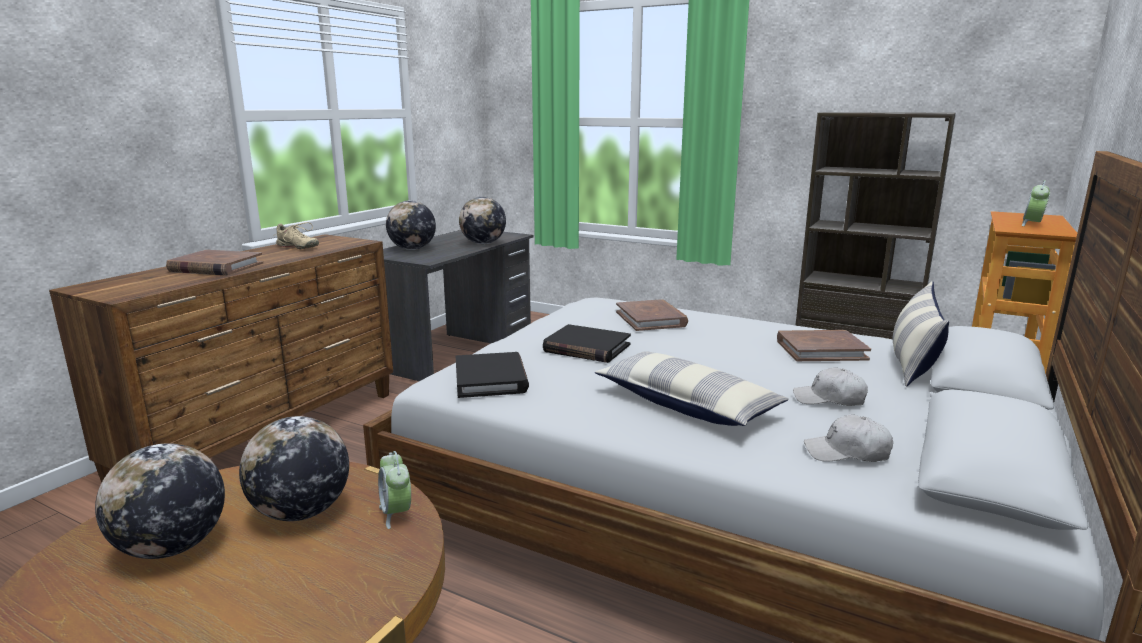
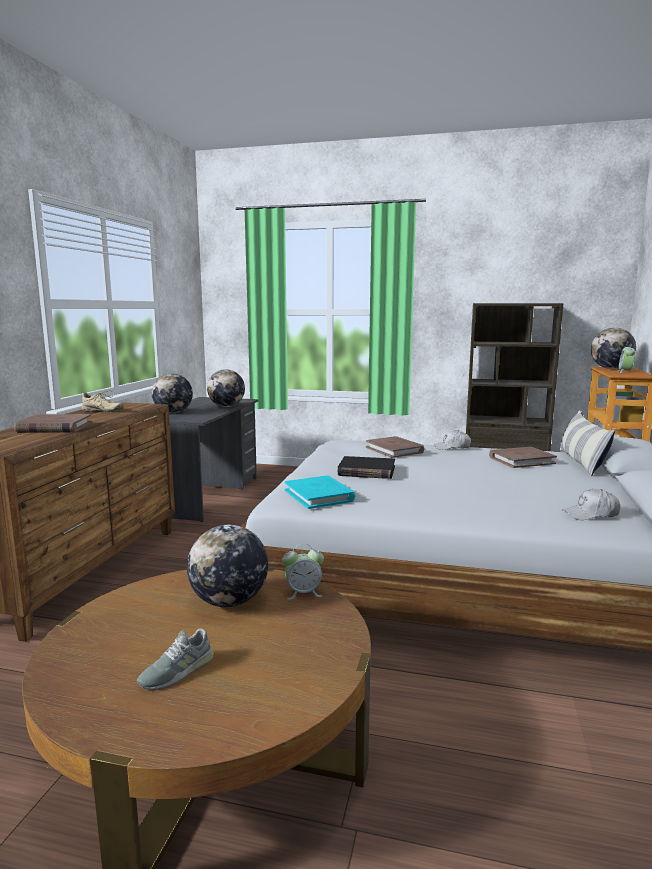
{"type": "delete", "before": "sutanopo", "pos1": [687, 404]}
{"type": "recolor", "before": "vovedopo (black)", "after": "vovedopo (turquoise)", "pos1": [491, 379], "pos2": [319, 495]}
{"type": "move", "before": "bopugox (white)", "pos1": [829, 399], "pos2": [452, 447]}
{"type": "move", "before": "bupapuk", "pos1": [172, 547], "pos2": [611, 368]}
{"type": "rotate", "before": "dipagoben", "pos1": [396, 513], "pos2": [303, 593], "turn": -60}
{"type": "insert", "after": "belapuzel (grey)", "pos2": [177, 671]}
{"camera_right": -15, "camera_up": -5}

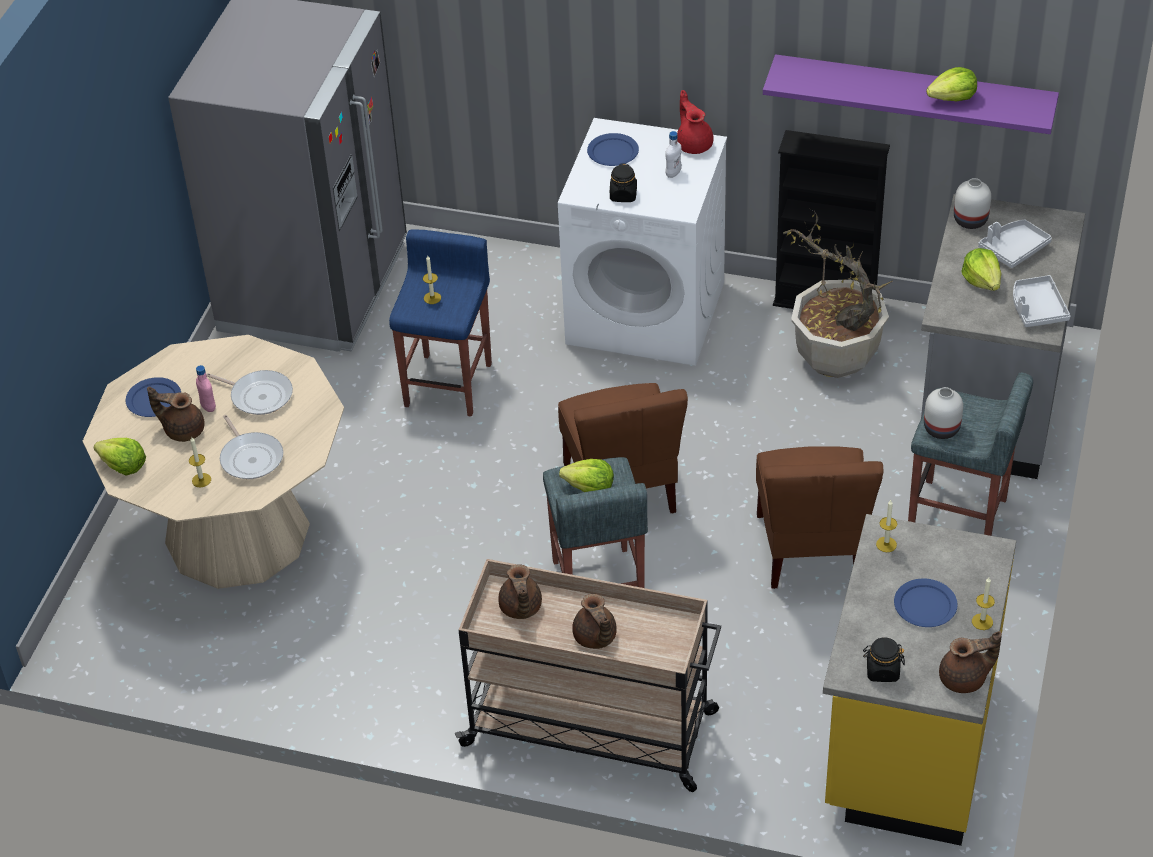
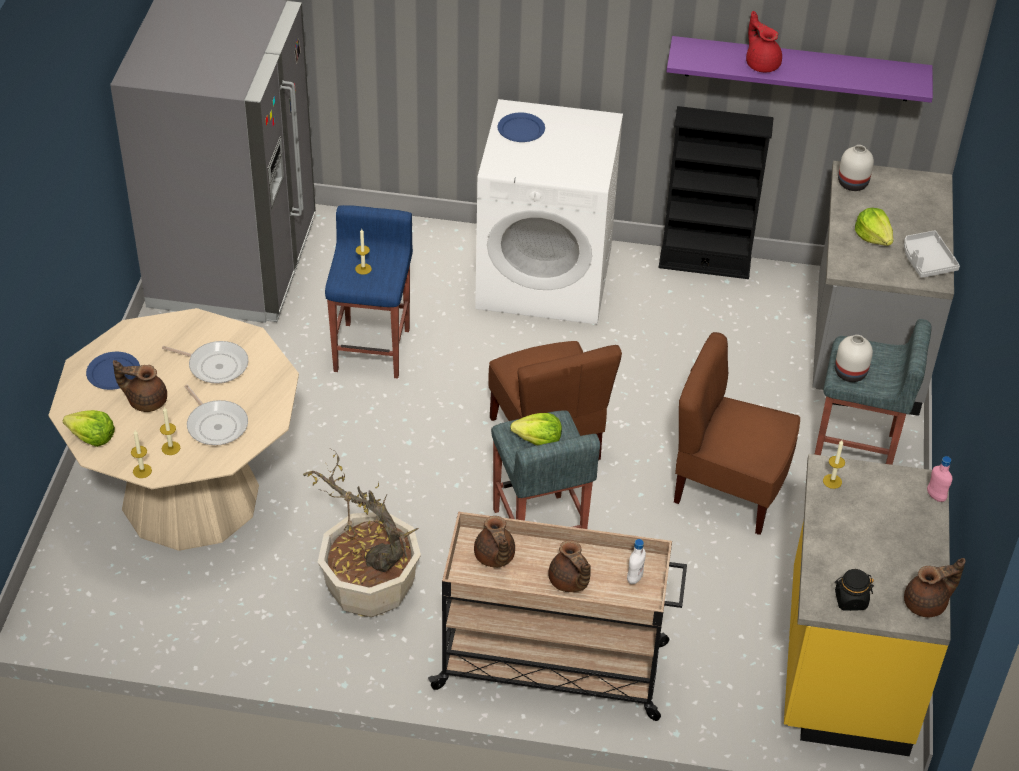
{"type": "delete", "before": "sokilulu", "pos1": [953, 98]}
{"type": "move", "before": "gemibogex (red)", "pos1": [694, 144], "pos2": [762, 63]}
{"type": "move", "before": "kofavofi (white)", "pos1": [673, 173], "pos2": [634, 578]}
{"type": "delete", "before": "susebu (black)", "pos1": [623, 195]}
{"type": "move", "before": "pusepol", "pos1": [836, 357], "pos2": [370, 592]}
{"type": "delete", "before": "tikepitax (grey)", "pos1": [1013, 249]}
{"type": "move", "before": "kofavofi (pink)", "pos1": [208, 407], "pos2": [935, 496]}
{"type": "rotate", "before": "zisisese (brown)", "pos1": [811, 550], "pos2": [728, 488], "turn": 120}
{"type": "move", "before": "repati", "pos1": [982, 621], "pos2": [142, 471]}
{"type": "delete", "before": "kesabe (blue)", "pos1": [925, 606]}
{"camera_right": -10, "camera_up": 0}

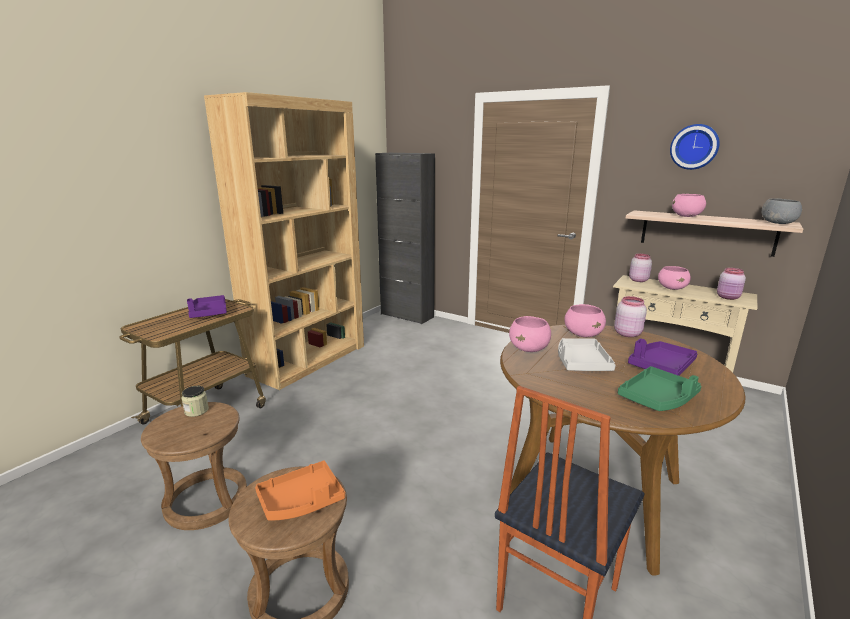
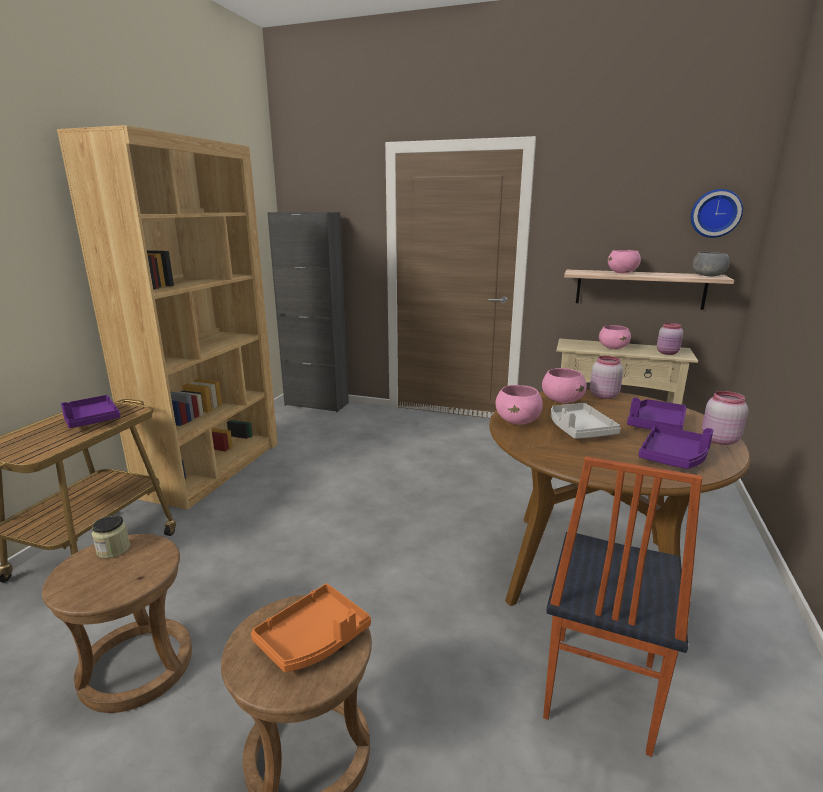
{"type": "move", "before": "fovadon", "pos1": [694, 147], "pos2": [715, 213]}
{"type": "move", "before": "susebu (pink)", "pos1": [638, 280], "pos2": [718, 440]}
{"type": "recolor", "before": "tikepitax (green)", "after": "tikepitax (purple)", "pos1": [658, 398], "pos2": [674, 457]}
{"camera_right": -15, "camera_up": 0}

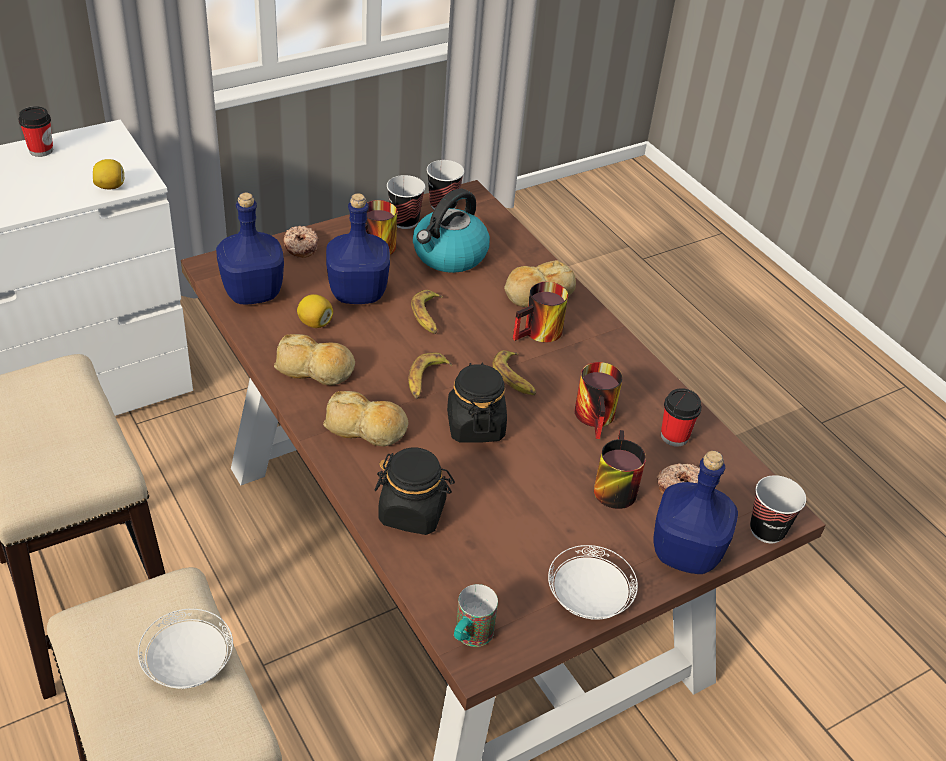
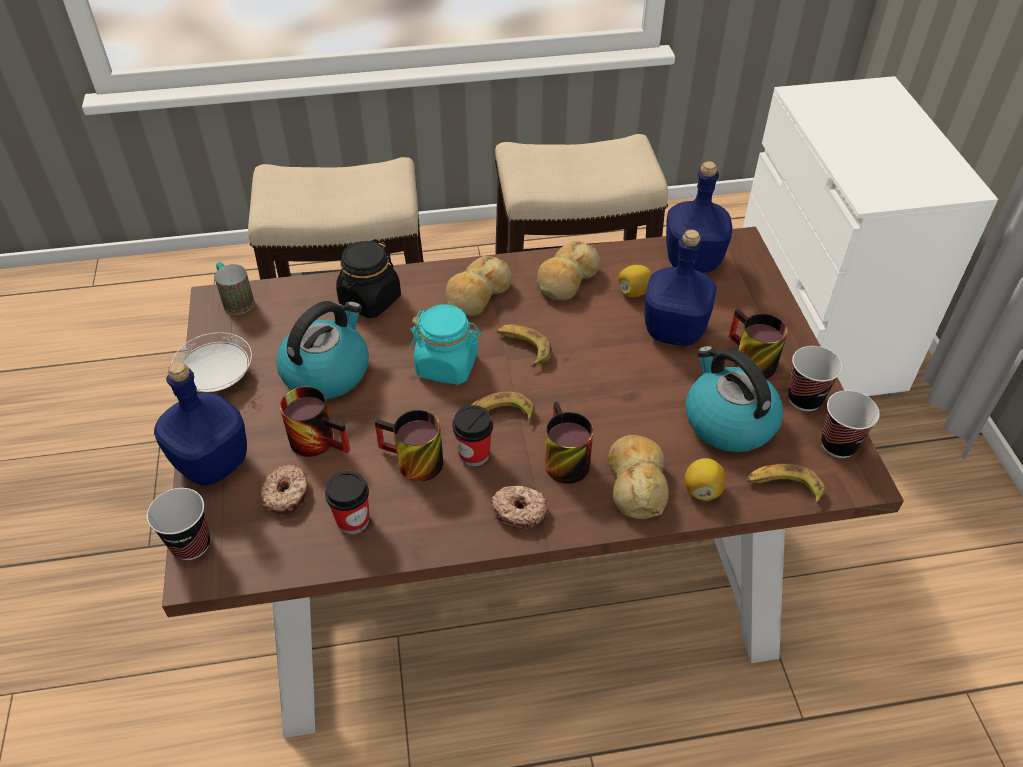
{"type": "move", "before": "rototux", "pos1": [41, 150], "pos2": [474, 454]}
{"type": "move", "before": "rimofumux", "pos1": [110, 186], "pos2": [702, 490]}
{"type": "move", "before": "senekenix", "pos1": [300, 247], "pos2": [519, 511]}
{"type": "move", "before": "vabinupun", "pos1": [428, 316], "pos2": [784, 487]}
{"type": "recolor", "before": "susebu (black)", "after": "susebu (turquoise)", "pos1": [475, 425], "pos2": [447, 365]}
{"type": "delete", "before": "kesabe (white)", "pos1": [188, 665]}
{"type": "insert", "after": "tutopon", "pos2": [327, 371]}
{"camera_right": 115, "camera_up": 5}

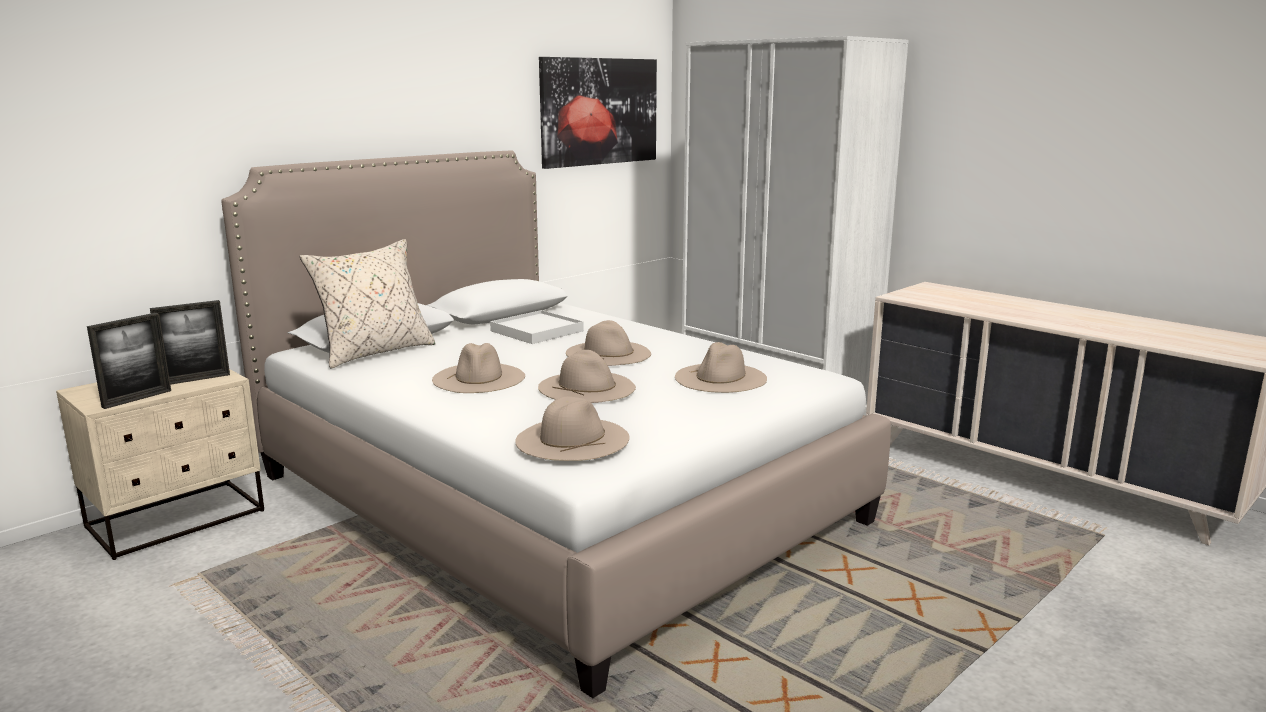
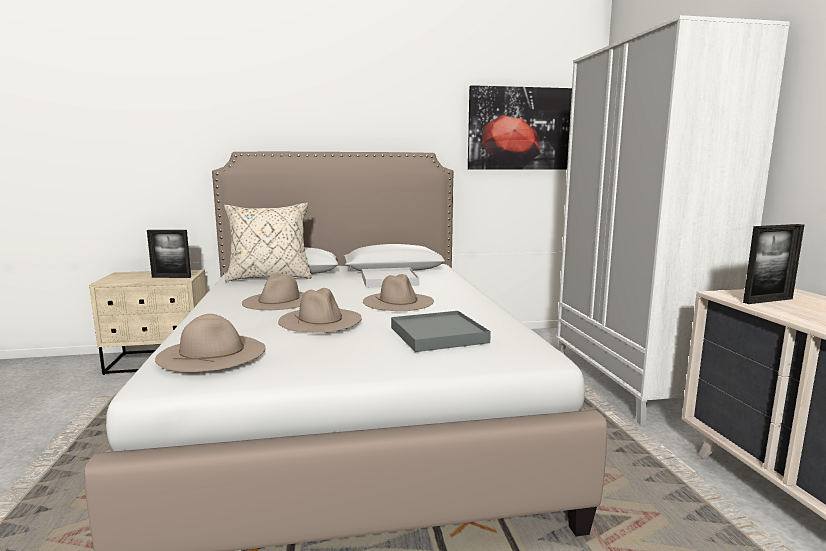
{"type": "move", "before": "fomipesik", "pos1": [137, 399], "pos2": [768, 300]}
{"type": "replace", "before": "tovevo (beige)", "after": "tikepitax (grey)", "pos1": [721, 377], "pos2": [438, 335]}
{"camera_right": 35, "camera_up": -5}

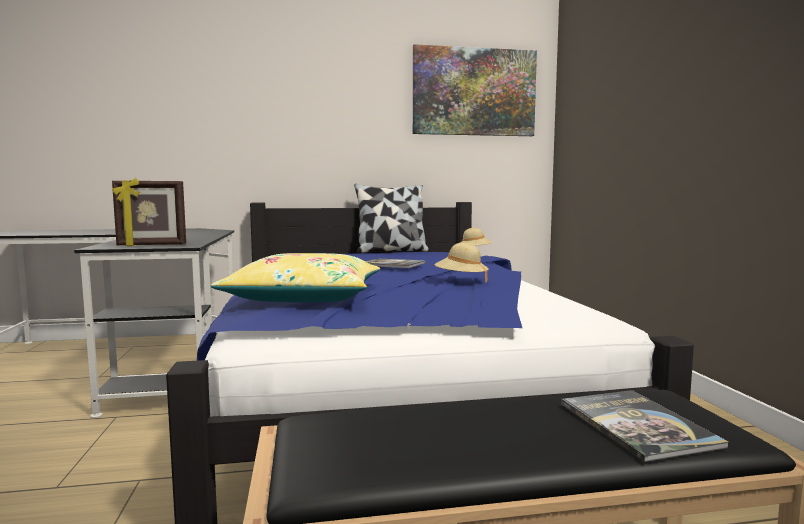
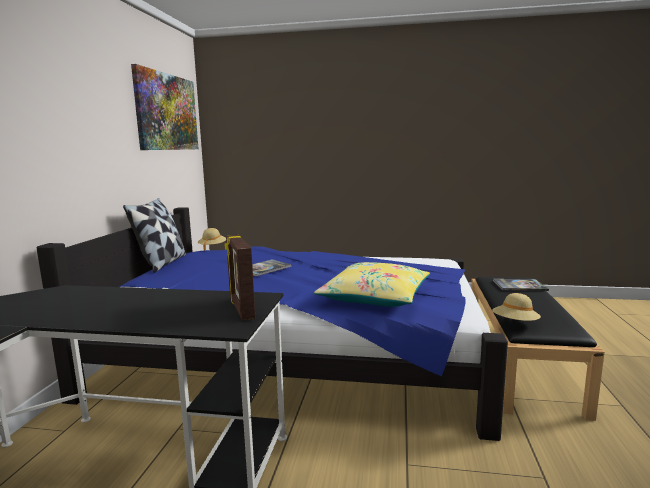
{"type": "rotate", "before": "fomipesik", "pos1": [151, 245], "pos2": [241, 309], "turn": 150}
{"type": "move", "before": "tovevo (beige)", "pos1": [461, 280], "pos2": [515, 324]}
{"camera_right": -70, "camera_up": 5}

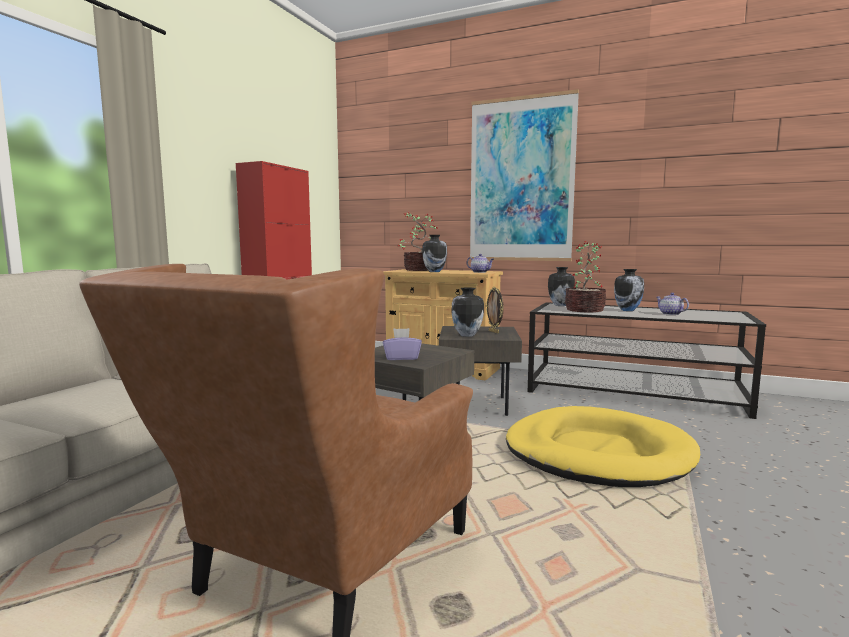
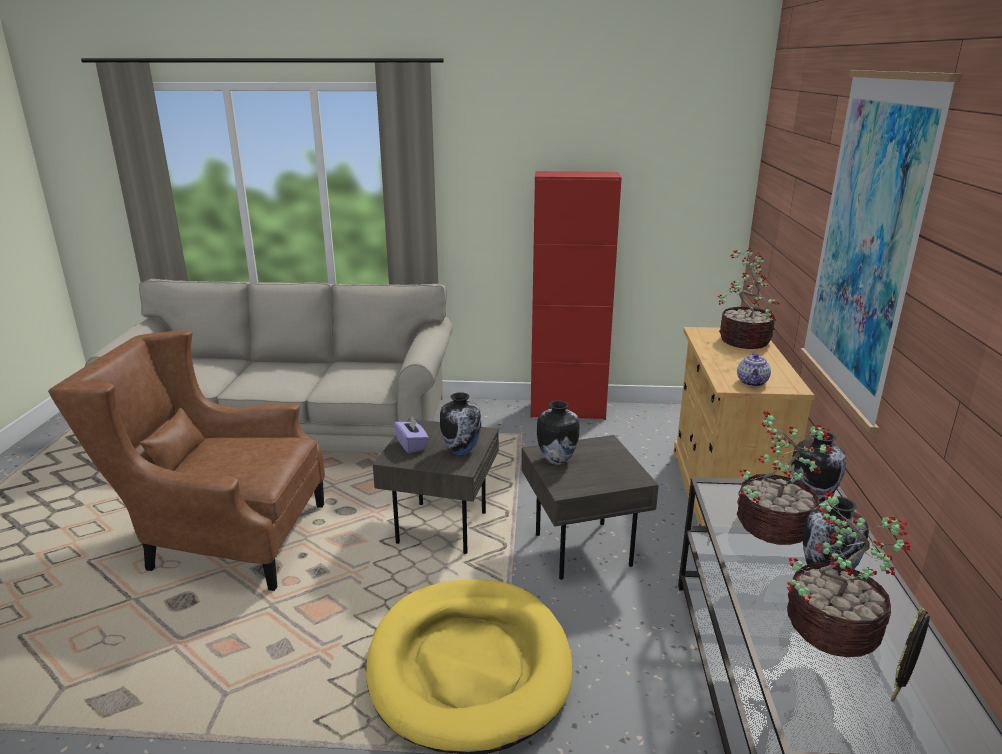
{"type": "move", "before": "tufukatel", "pos1": [434, 271], "pos2": [462, 451]}
{"type": "move", "before": "fomipesik", "pos1": [494, 332], "pos2": [899, 692]}
{"type": "replace", "before": "gemibogex", "after": "pusepol", "pos1": [670, 314], "pos2": [829, 629]}
{"camera_right": 70, "camera_up": 15}

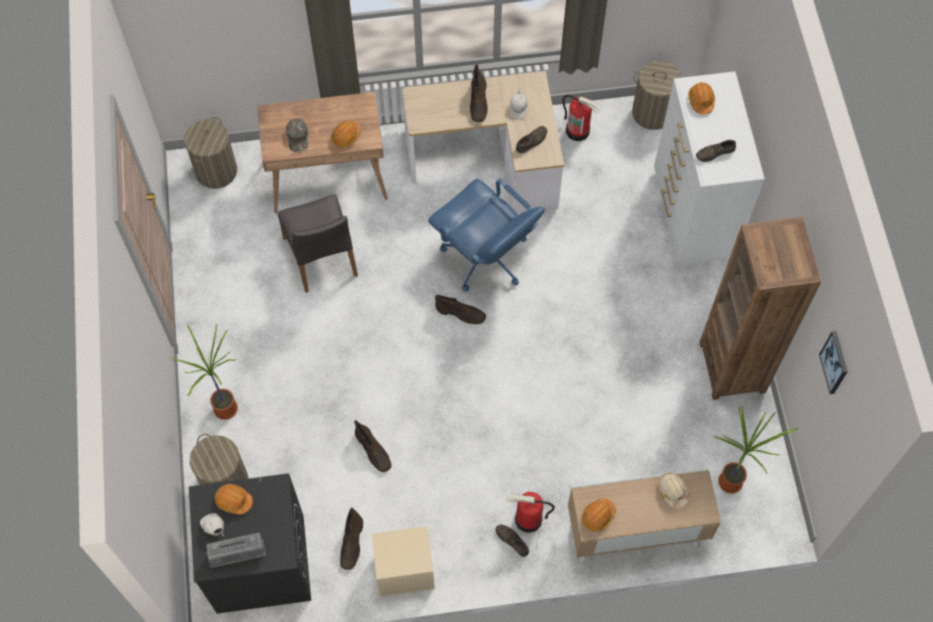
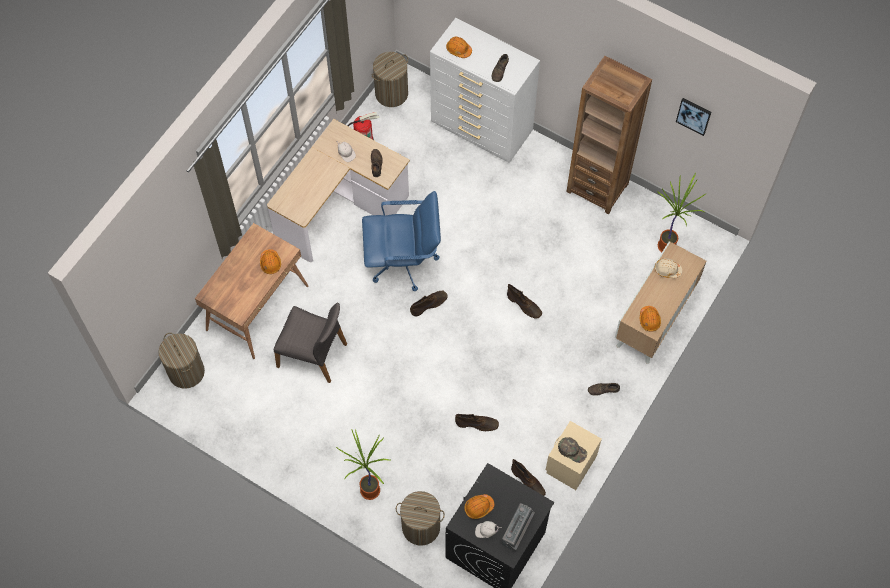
{"type": "move", "before": "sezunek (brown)", "pos1": [478, 103], "pos2": [524, 305]}
{"type": "move", "before": "bopugox (green)", "pos1": [298, 137], "pos2": [572, 450]}
{"type": "delete", "before": "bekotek", "pos1": [528, 519]}
{"camera_right": -50, "camera_up": 0}

